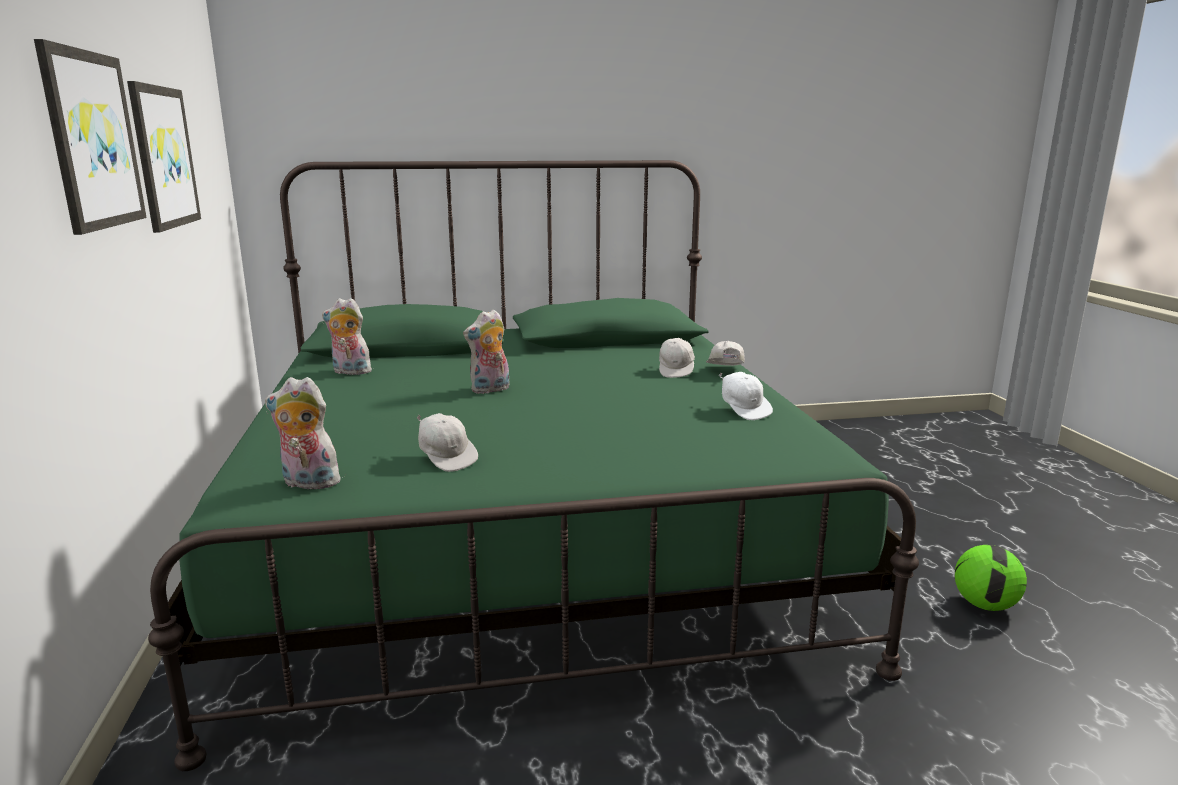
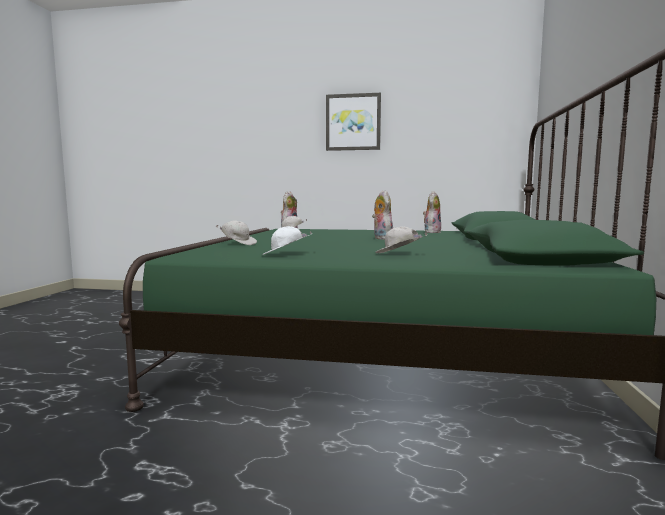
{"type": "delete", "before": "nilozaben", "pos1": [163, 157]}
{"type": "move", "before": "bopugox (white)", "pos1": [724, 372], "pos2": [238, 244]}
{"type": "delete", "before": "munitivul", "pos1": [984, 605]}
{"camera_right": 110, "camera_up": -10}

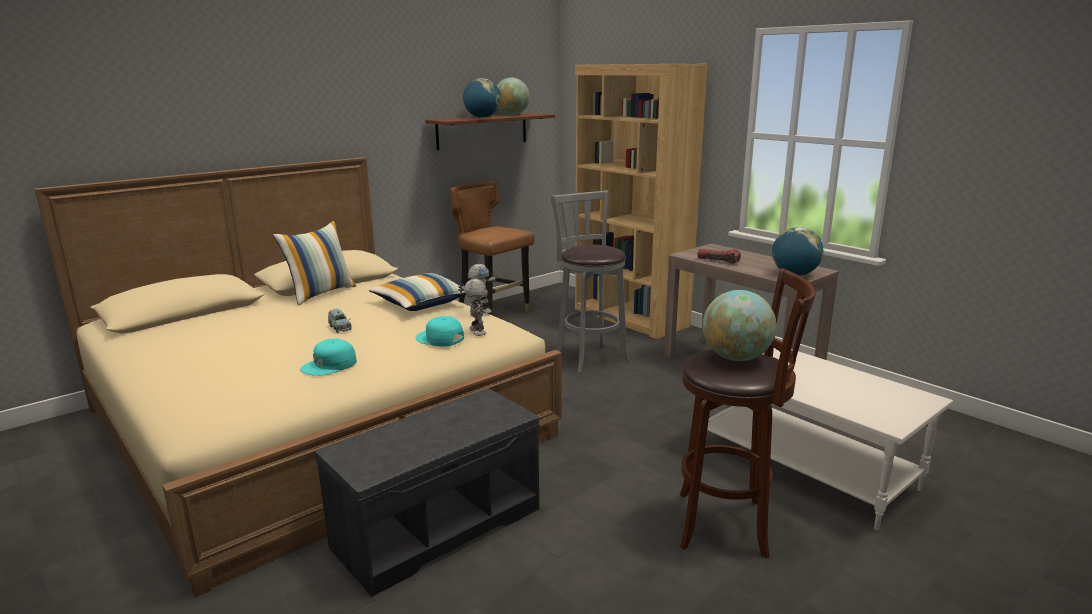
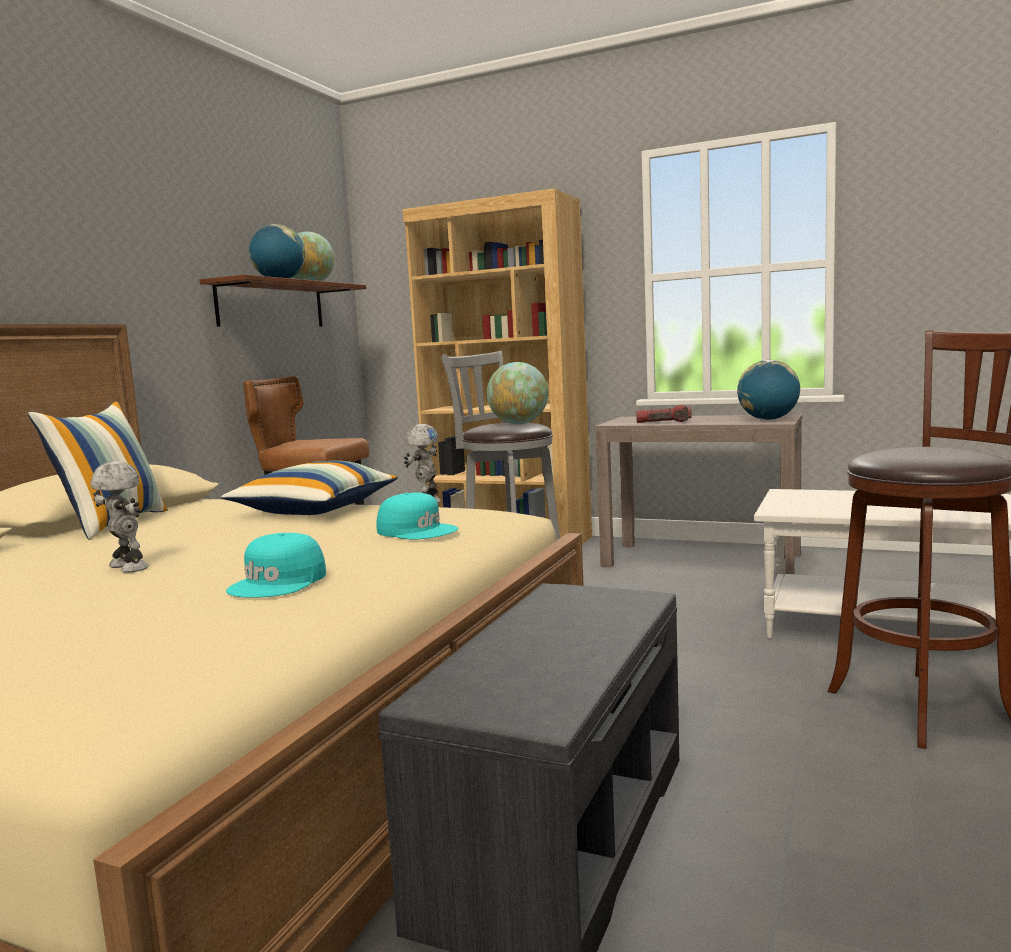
{"type": "move", "before": "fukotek", "pos1": [476, 331], "pos2": [126, 568]}
{"type": "move", "before": "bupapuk", "pos1": [736, 358], "pos2": [519, 424]}
{"type": "delete", "before": "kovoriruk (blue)", "pos1": [340, 328]}
{"type": "rotate", "before": "bopugox (turquoise)", "pos1": [439, 339], "pos2": [417, 530], "turn": -150}
{"camera_right": -25, "camera_up": -10}

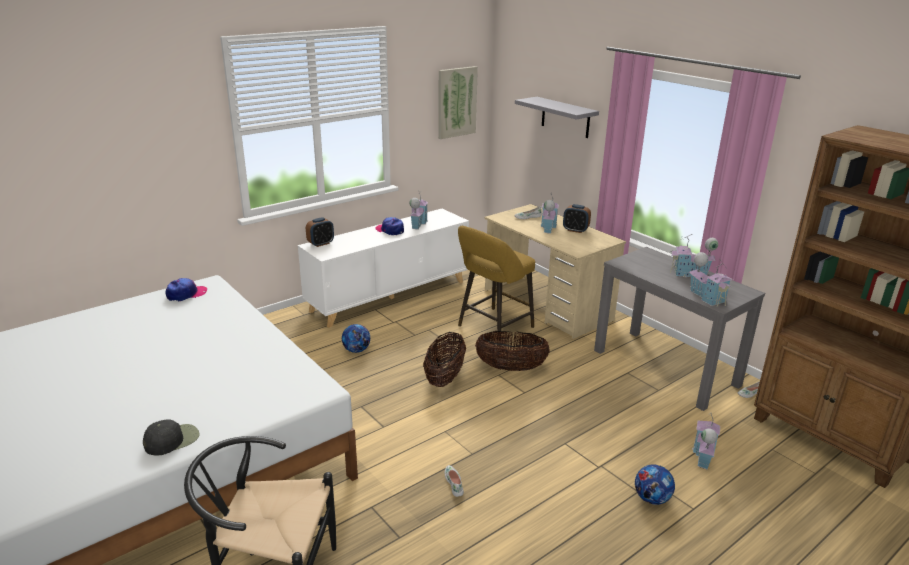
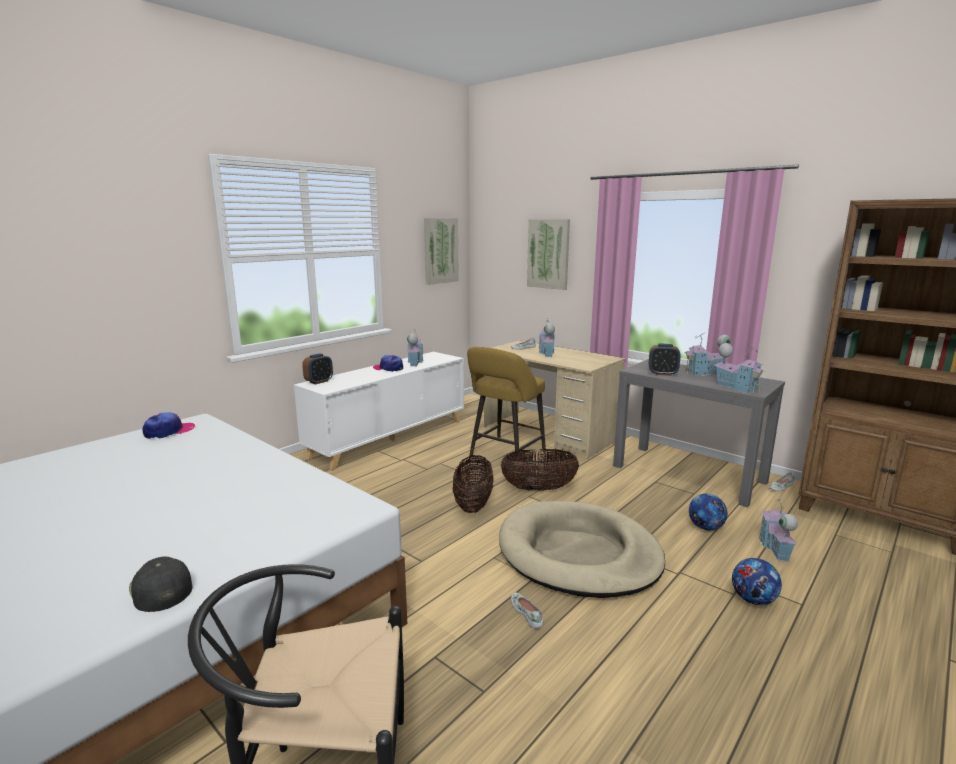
{"type": "replace", "before": "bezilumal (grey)", "after": "nilozaben", "pos1": [565, 117], "pos2": [548, 254]}
{"type": "move", "before": "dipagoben", "pos1": [575, 230], "pos2": [662, 373]}
{"type": "move", "before": "munitivul", "pos1": [356, 350], "pos2": [705, 527]}
{"type": "rotate", "before": "bopugox (black)", "pos1": [172, 440], "pos2": [161, 588], "turn": -75}
{"type": "insert", "after": "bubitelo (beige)", "pos2": [578, 553]}
{"camera_right": -10, "camera_up": -10}

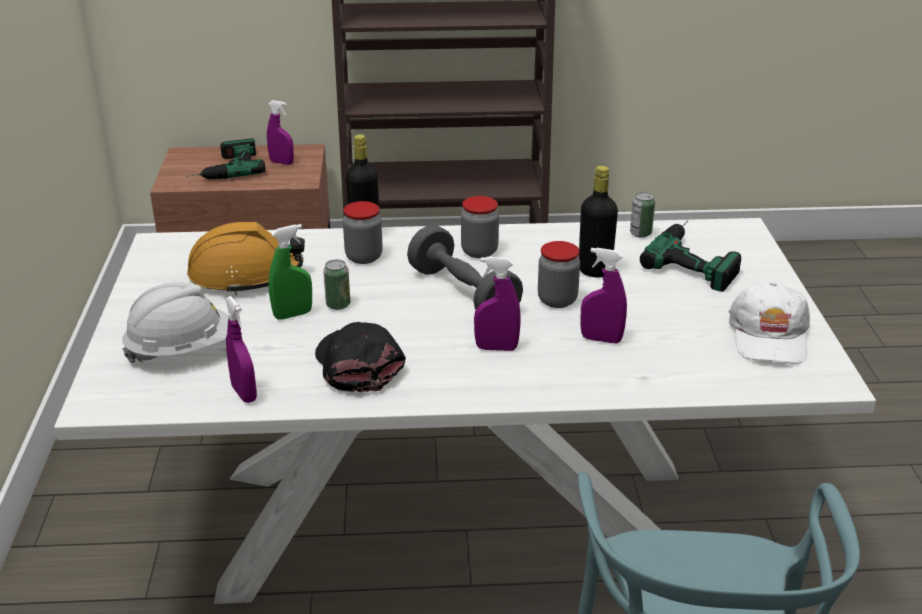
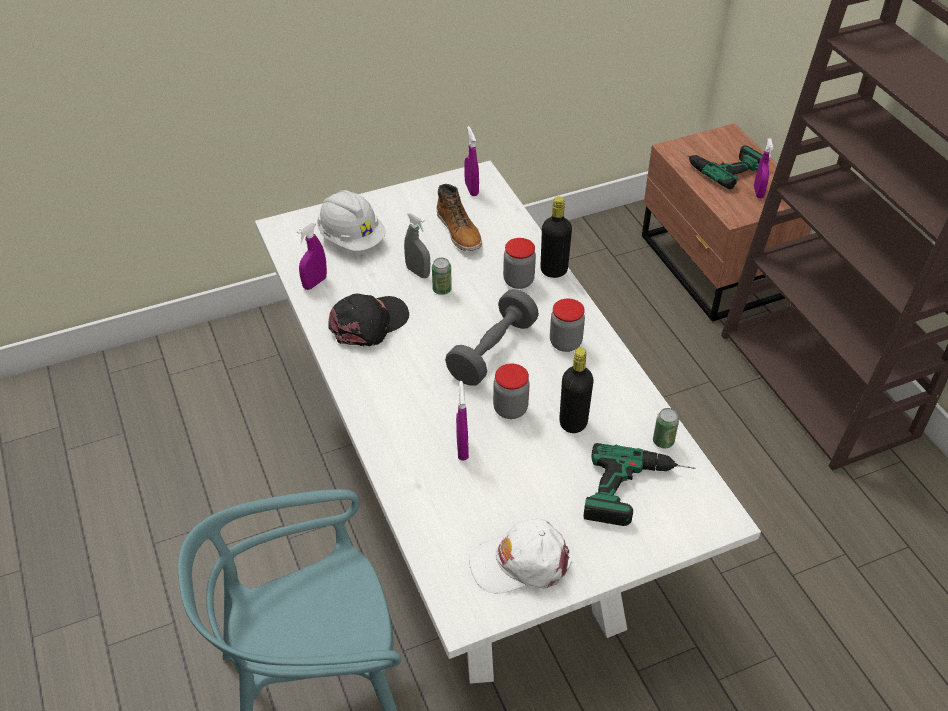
{"type": "replace", "before": "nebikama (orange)", "after": "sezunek", "pos1": [246, 275], "pos2": [459, 231]}
{"type": "recolor", "before": "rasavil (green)", "after": "rasavil (grey)", "pos1": [293, 315], "pos2": [418, 272]}
{"type": "move", "before": "rasavil (purple)", "pos1": [496, 348], "pos2": [471, 189]}
{"camera_right": 70, "camera_up": 15}

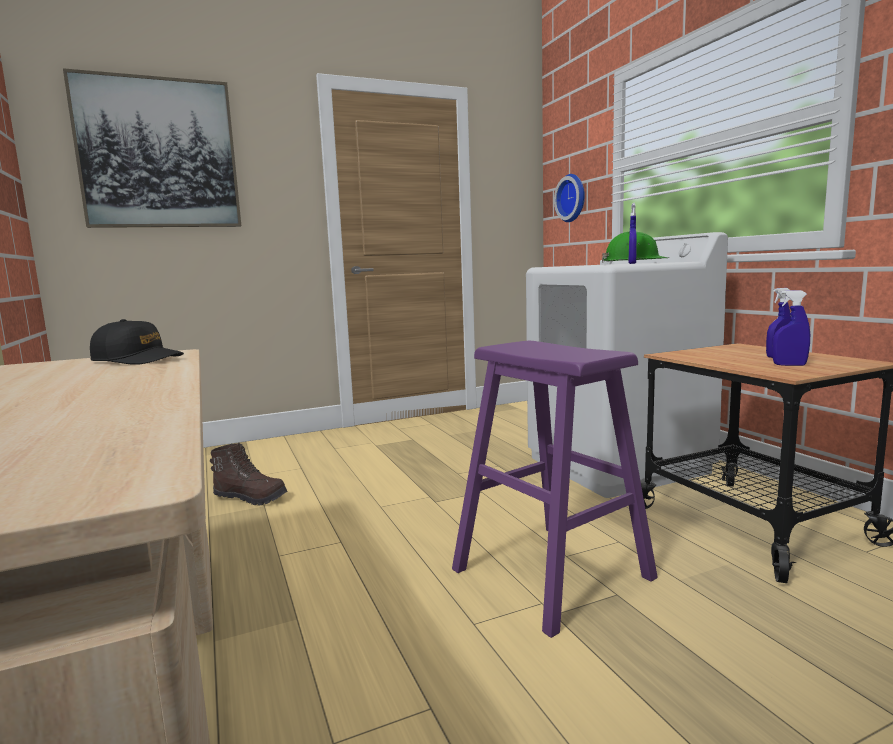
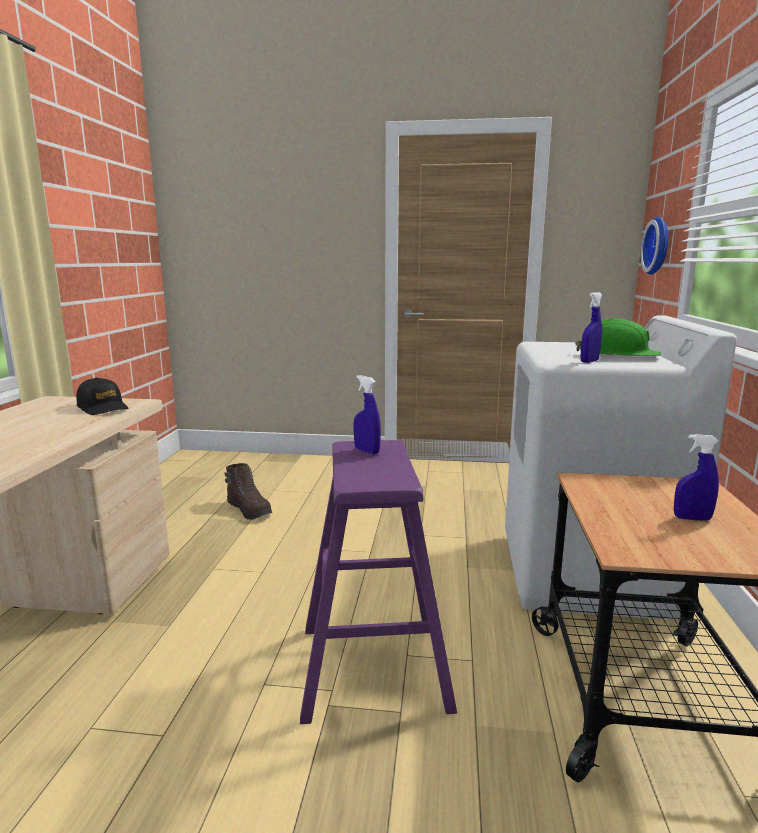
{"type": "delete", "before": "nilozaben", "pos1": [158, 154]}
{"type": "move", "before": "rasavil (blue)", "pos1": [789, 365], "pos2": [366, 451]}
{"camera_right": 30, "camera_up": 5}

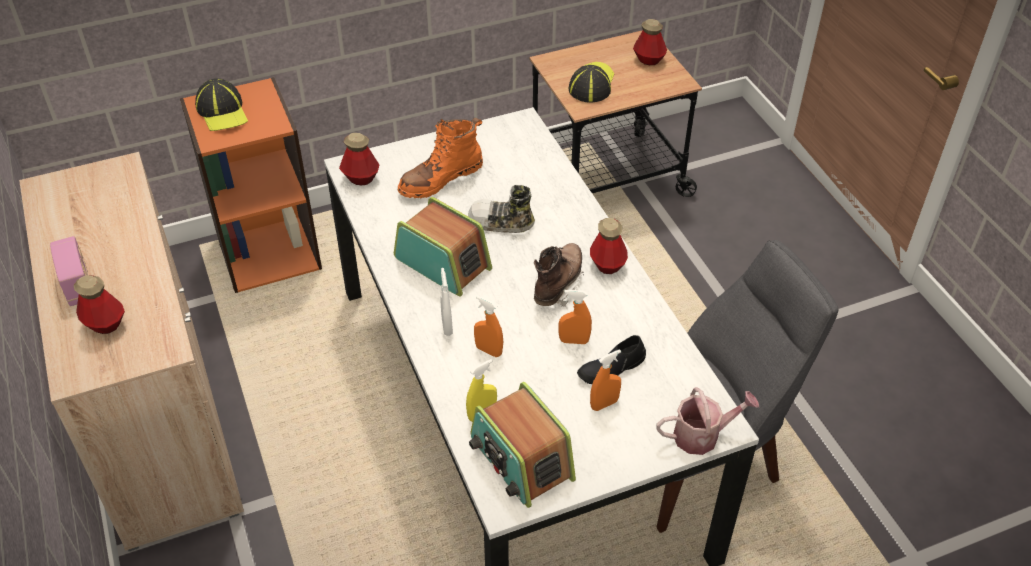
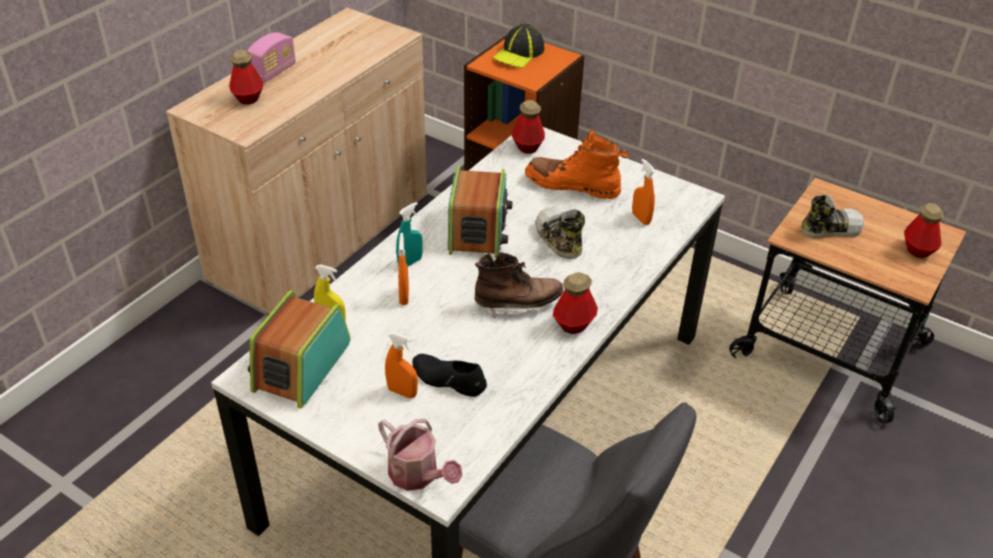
{"type": "replace", "before": "bopugox", "after": "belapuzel", "pos1": [591, 84], "pos2": [830, 229]}
{"type": "recolor", "before": "rasavil (white)", "after": "rasavil (turquoise)", "pos1": [447, 326], "pos2": [410, 262]}
{"type": "move", "before": "rasavil (orange)", "pos1": [574, 341], "pos2": [641, 218]}
{"camera_right": 55, "camera_up": -5}

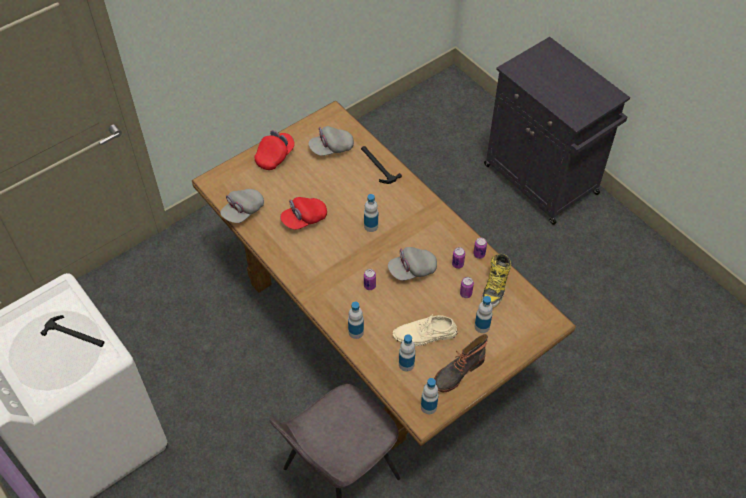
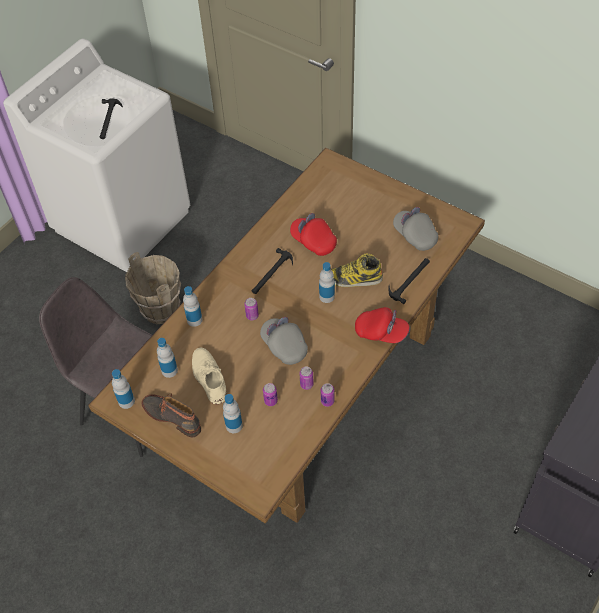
{"type": "move", "before": "bopugox (red)", "pos1": [275, 156], "pos2": [381, 332]}
{"type": "delete", "before": "bopugox (grey)", "pos1": [243, 211]}
{"type": "move", "before": "sezunek", "pos1": [495, 287], "pos2": [353, 279]}
{"type": "insert", "after": "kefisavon", "pos2": [271, 274]}
{"type": "insert", "after": "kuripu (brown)", "pos2": [161, 309]}
{"camera_right": 75, "camera_up": 0}

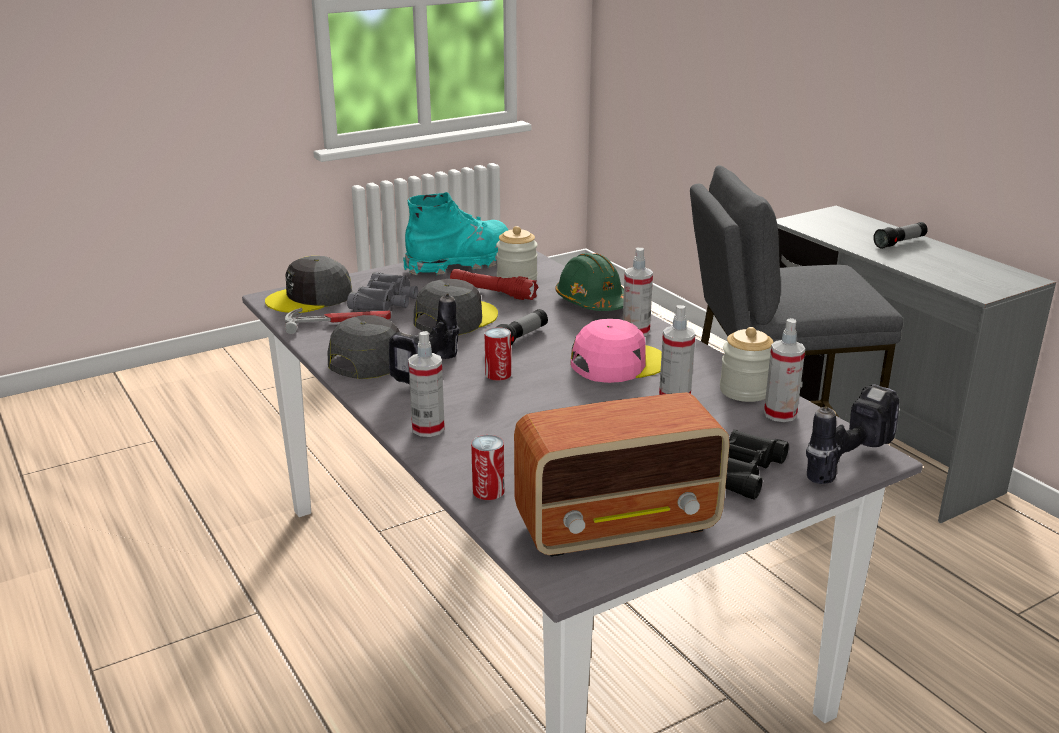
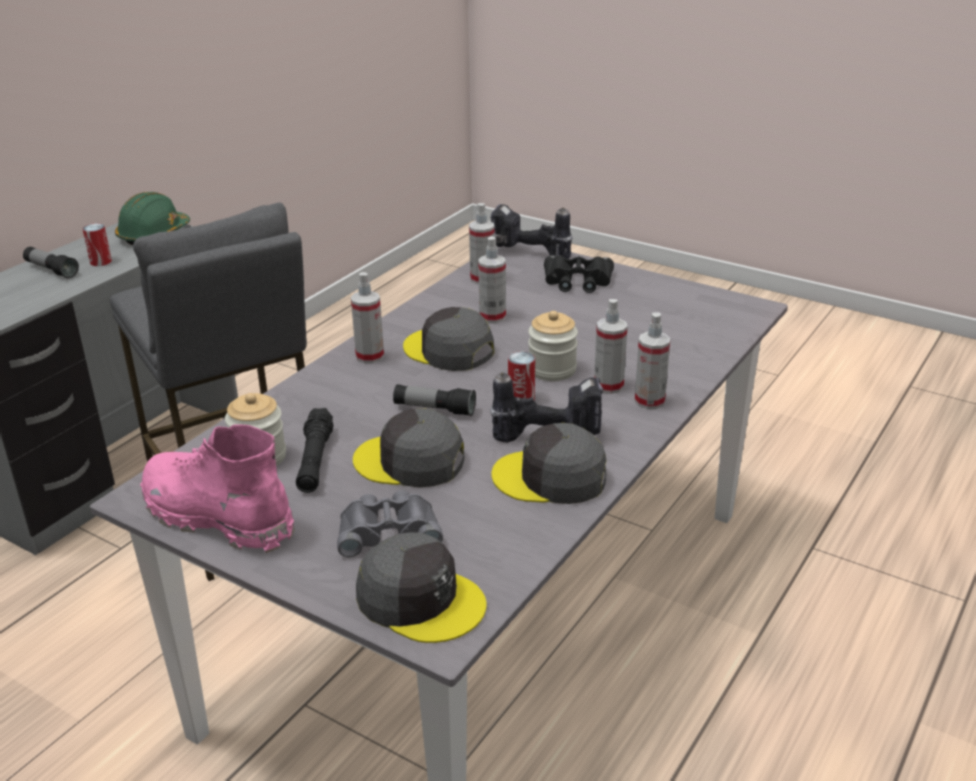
{"type": "recolor", "before": "sezunek (turquoise)", "after": "sezunek (pink)", "pos1": [460, 263], "pos2": [218, 517]}
{"type": "move", "before": "nebikama (green)", "pos1": [592, 302], "pos2": [153, 234]}
{"type": "recolor", "before": "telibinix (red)", "after": "telibinix (black)", "pos1": [493, 293], "pos2": [315, 460]}
{"type": "delete", "before": "kefisavon", "pos1": [339, 322]}
{"type": "recolor", "before": "bopugox (pink)", "after": "bopugox (grey)", "pos1": [617, 363], "pos2": [448, 350]}
{"type": "move", "before": "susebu", "pos1": [745, 391], "pos2": [552, 370]}
{"type": "delete", "before": "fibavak", "pos1": [619, 526]}
{"type": "move", "before": "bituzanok", "pos1": [488, 491], "pos2": [100, 261]}
{"type": "insert", "after": "rasavil", "pos2": [608, 386]}
{"camera_right": -115, "camera_up": 5}

